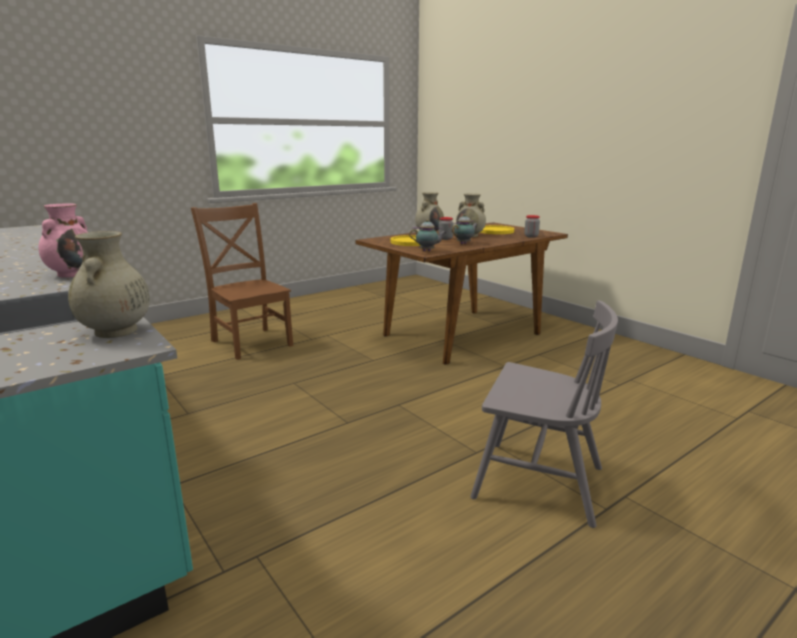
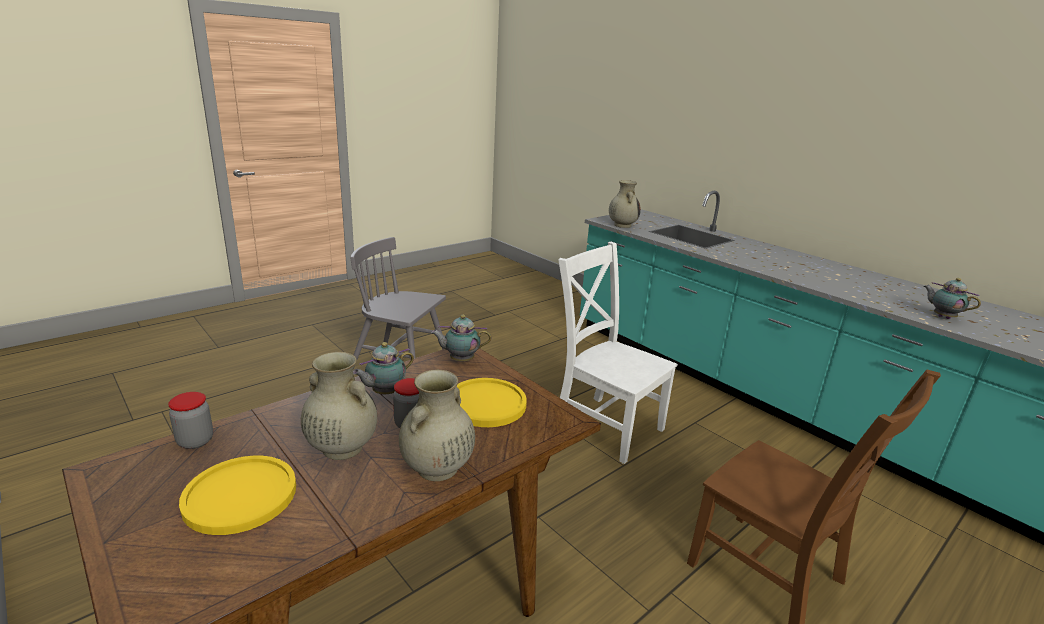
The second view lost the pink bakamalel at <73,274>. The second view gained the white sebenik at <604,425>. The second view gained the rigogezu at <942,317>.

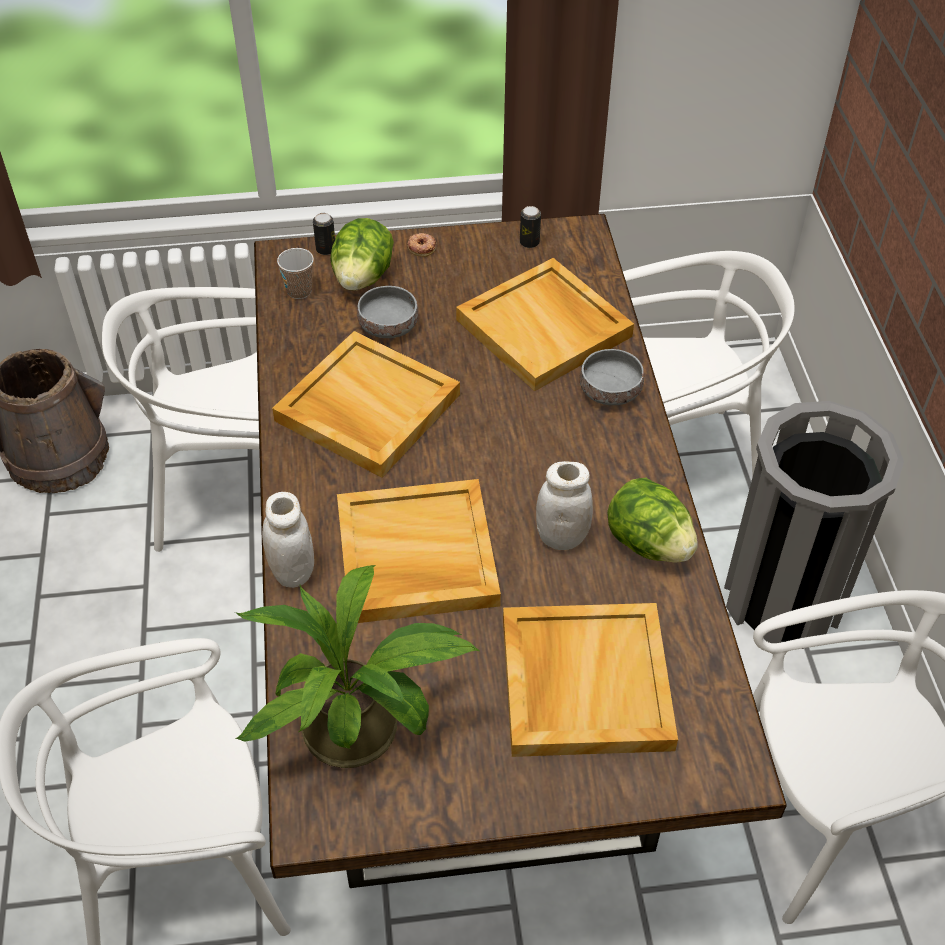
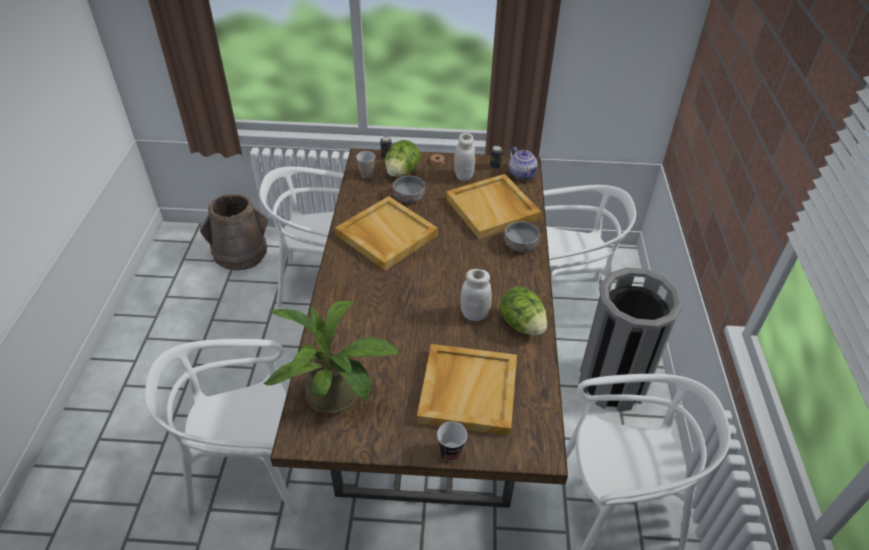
The second view lost the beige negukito at <415,556>. The second view gained the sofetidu at <451,452>. The second view gained the rigogezu at <522,174>. The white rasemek ended up elsewhere, having gone from <293,572> to <463,176>.

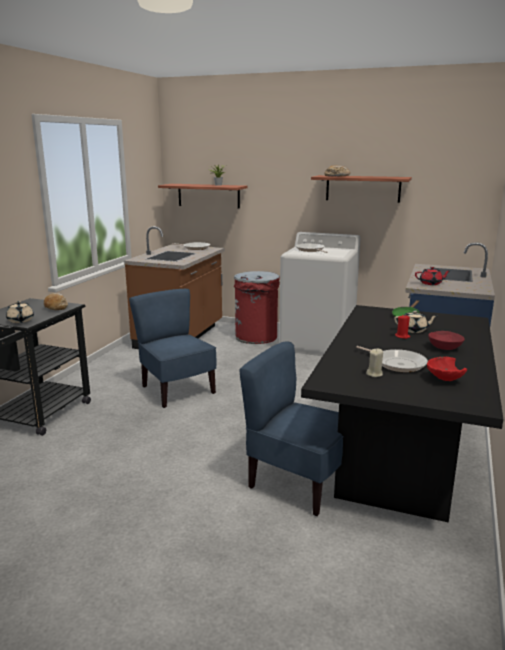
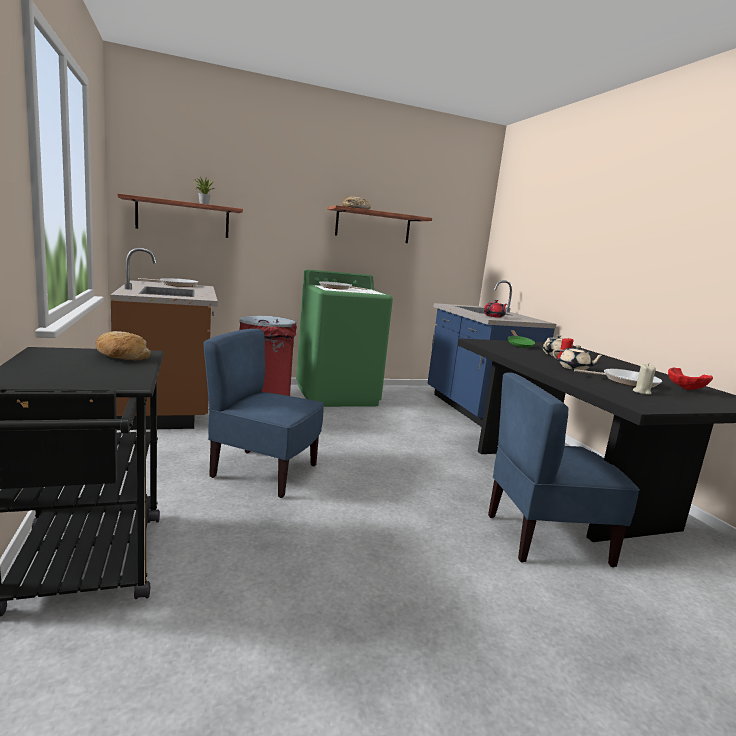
The second view lost the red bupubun at <444,348>. The beige rigogezu ended up elsewhere, having gone from <20,321> to <574,368>. What was the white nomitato at <318,344> turned into the green nomitato at <337,395>.

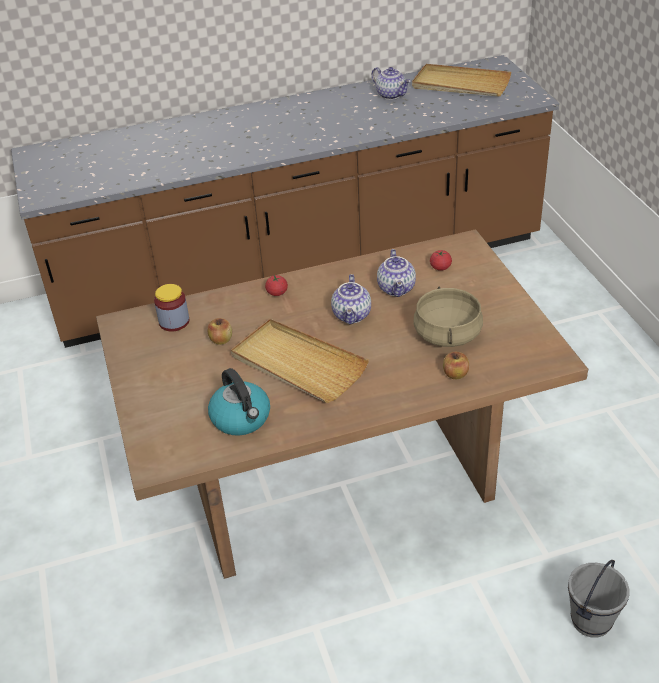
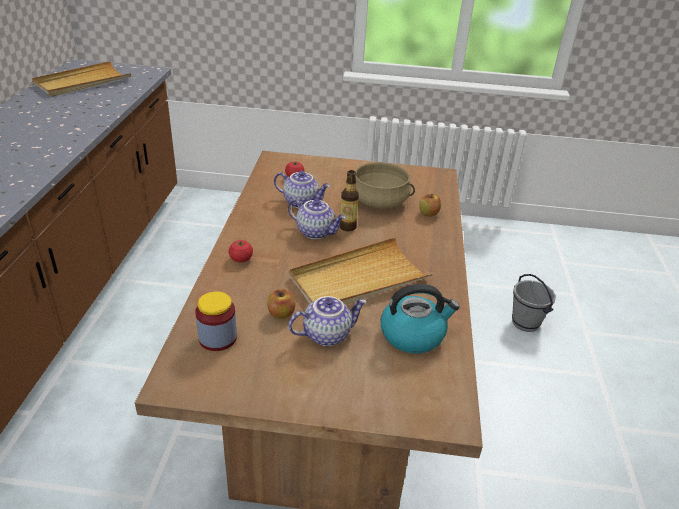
The second view gained the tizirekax at <347,227>. The rigogezu ended up elsewhere, having gone from <391,95> to <326,334>.

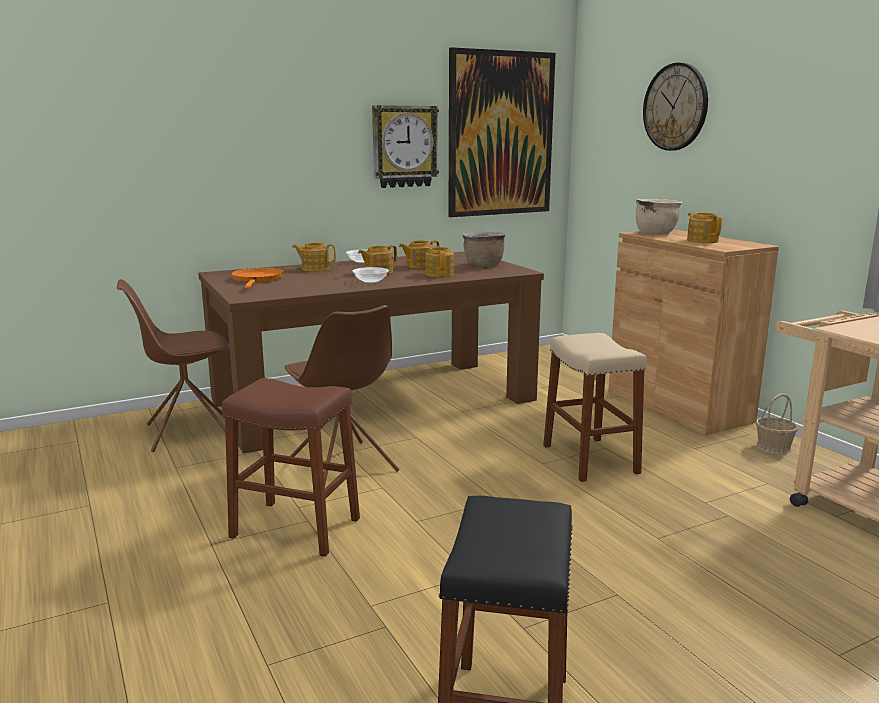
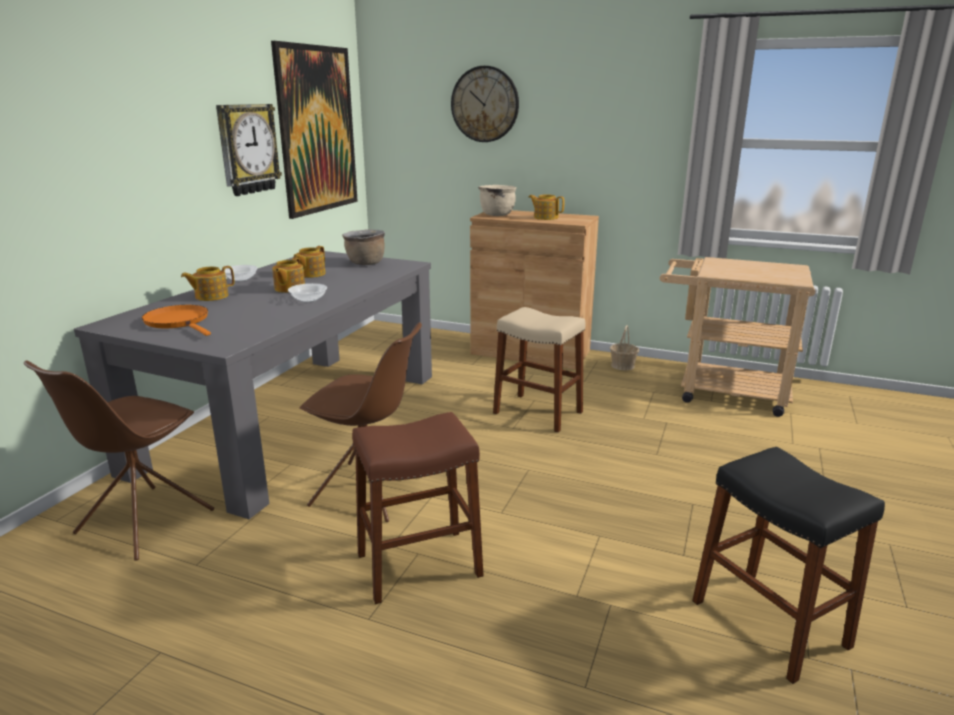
The second view lost the rigogezu at <439,274>. What was the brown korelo at <374,400> turned into the grey korelo at <295,419>.

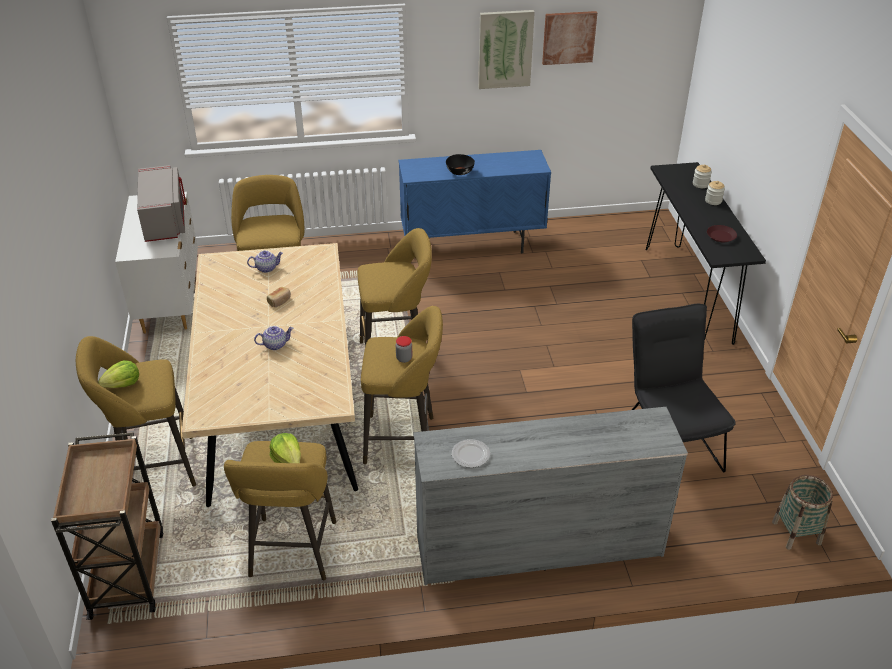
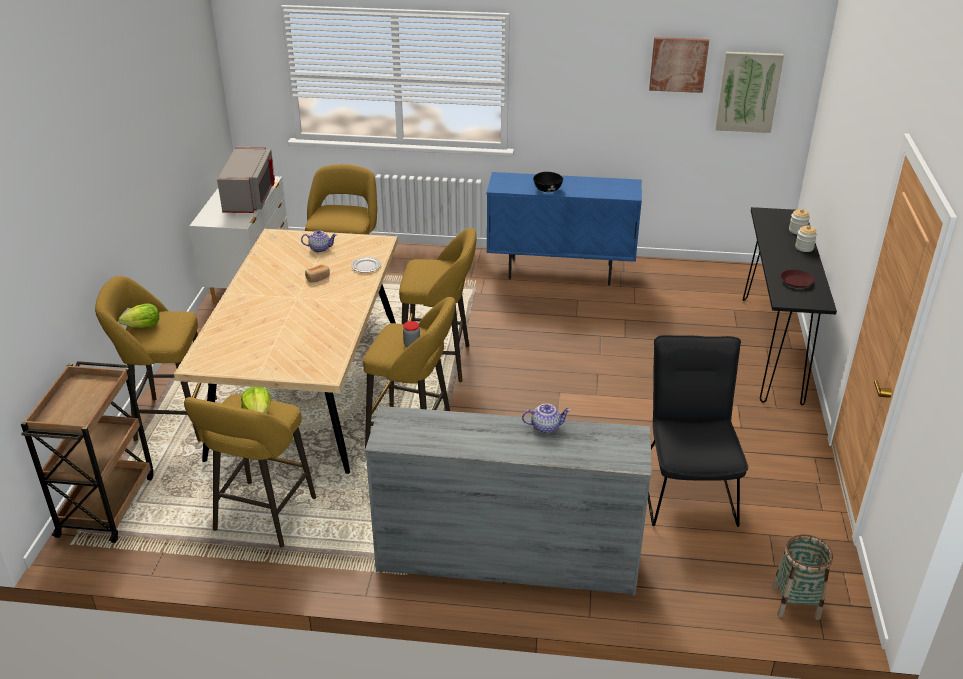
The rigogezu ended up elsewhere, having gone from <275,344> to <545,426>. The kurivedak ended up elsewhere, having gone from <471,455> to <366,266>. The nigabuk ended up elsewhere, having gone from <505,49> to <748,92>.

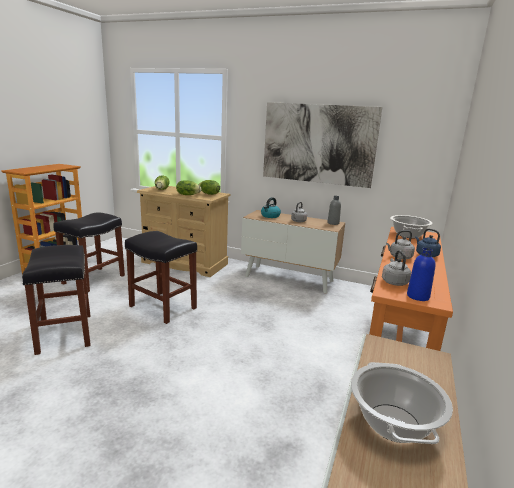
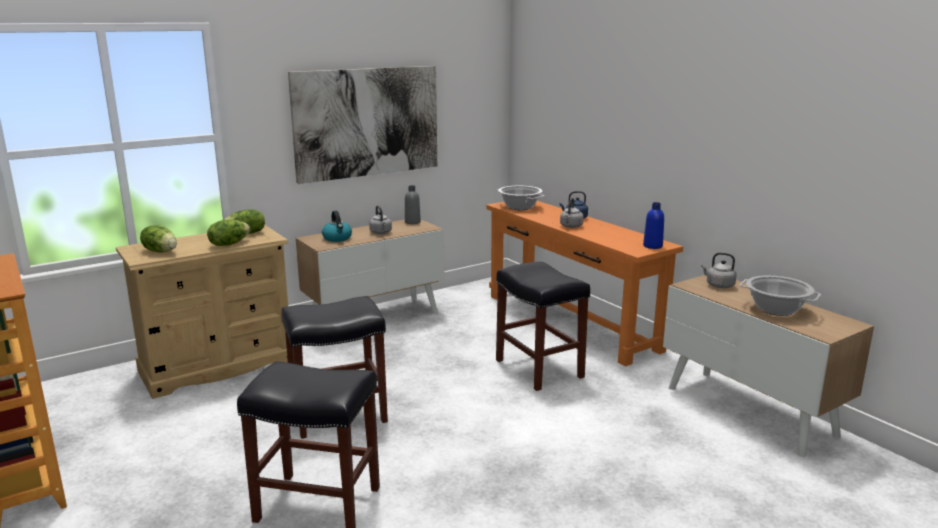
The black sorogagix ended up elsewhere, having gone from <93,280> to <540,369>. The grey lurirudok ended up elsewhere, having gone from <394,282> to <718,285>.

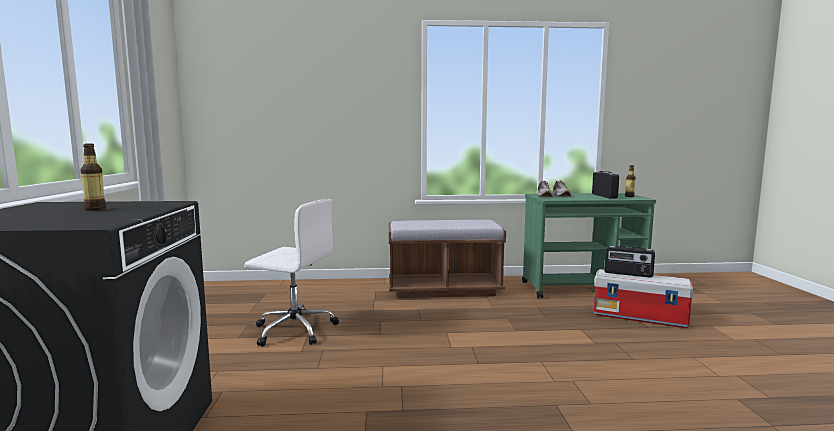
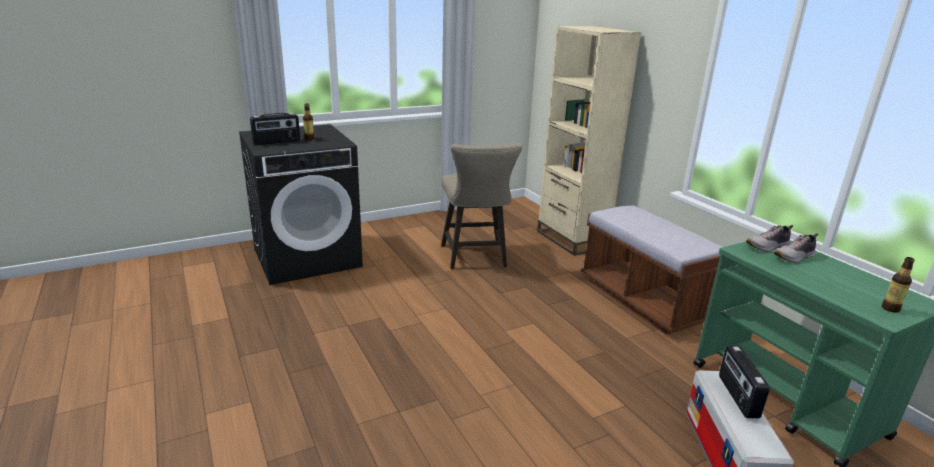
The second view gained the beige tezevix at <572,239>. The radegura ended up elsewhere, having gone from <604,196> to <277,142>. Where the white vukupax stood at <293,330>, the beige sorogagix came to stand at <475,258>.

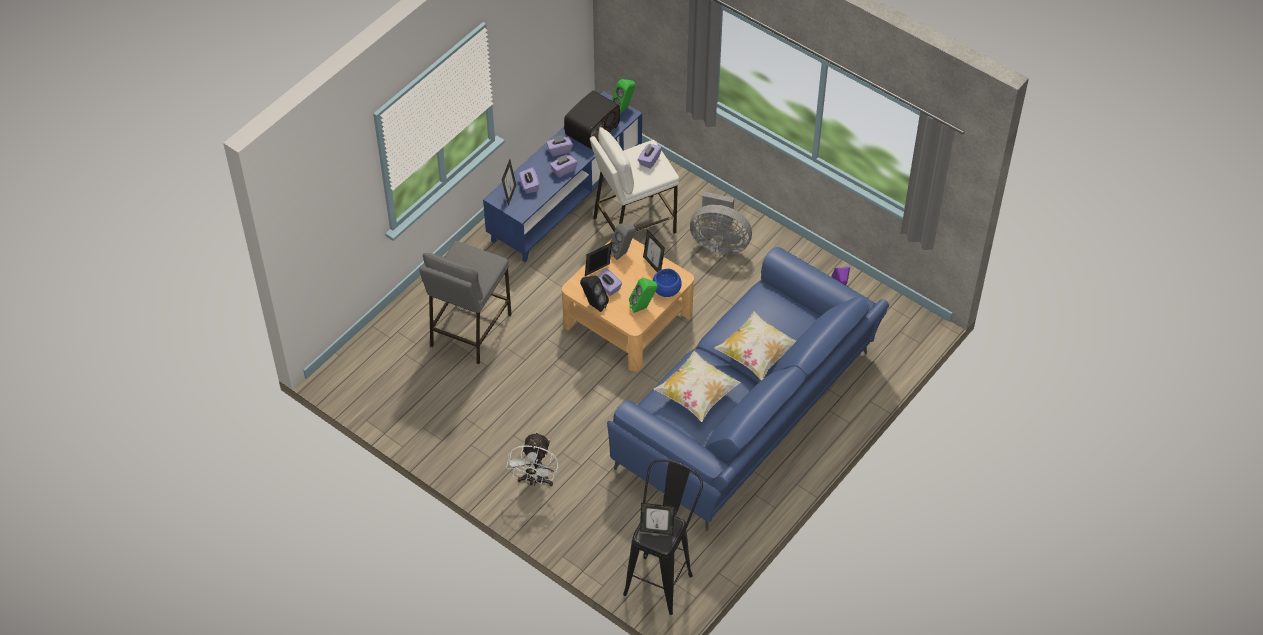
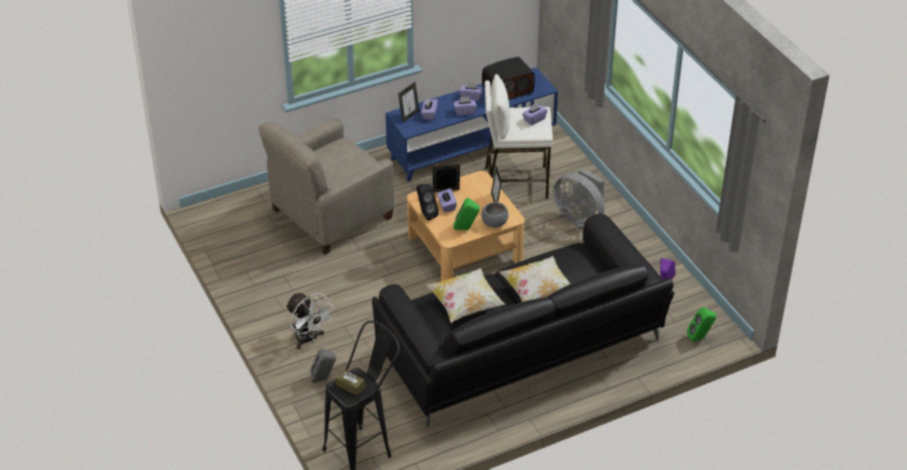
The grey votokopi ended up elsewhere, having gone from <623,252> to <324,379>. The green votokopi ended up elsewhere, having gone from <624,108> to <700,338>. Where the grey sorogagix stood at <469,330>, the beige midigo came to stand at <330,215>. Where the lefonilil stood at <657,531>, the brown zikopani came to stand at <350,386>. What was the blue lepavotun at <747,413> turned into the black lepavotun at <521,350>. What was the blue bupubun at <666,290> turned into the grey bupubun at <494,223>. The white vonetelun at <535,480> ended up facing another way, 75 degrees counterclockwise from before.

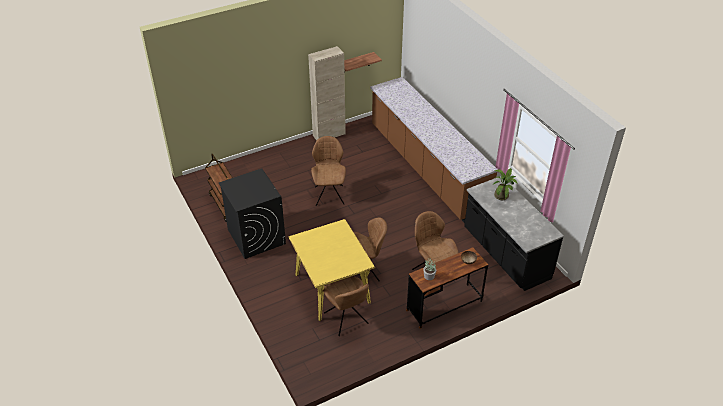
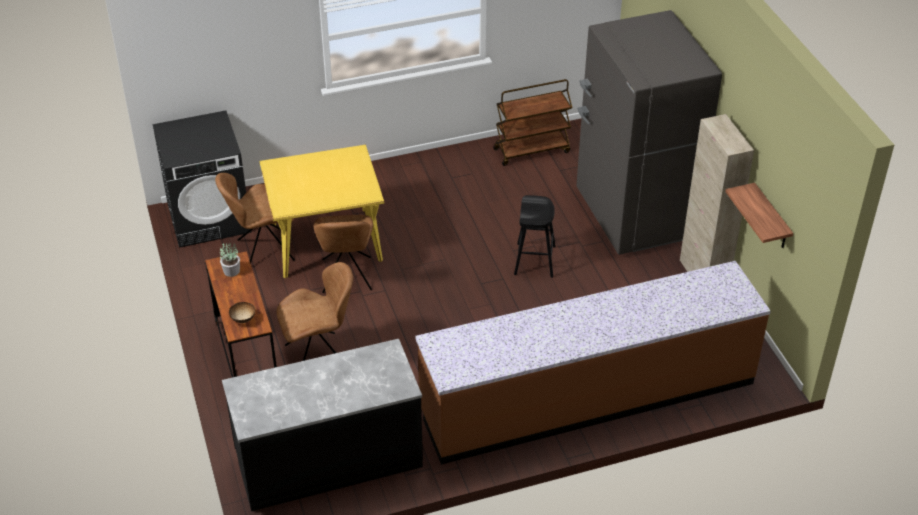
The second view lost the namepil at <502,195>. The second view gained the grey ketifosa at <634,215>. The black nomitato ended up elsewhere, having gone from <256,236> to <209,218>. Where the brown sebenik stood at <329,194>, the black sorogagix came to stand at <535,260>.

